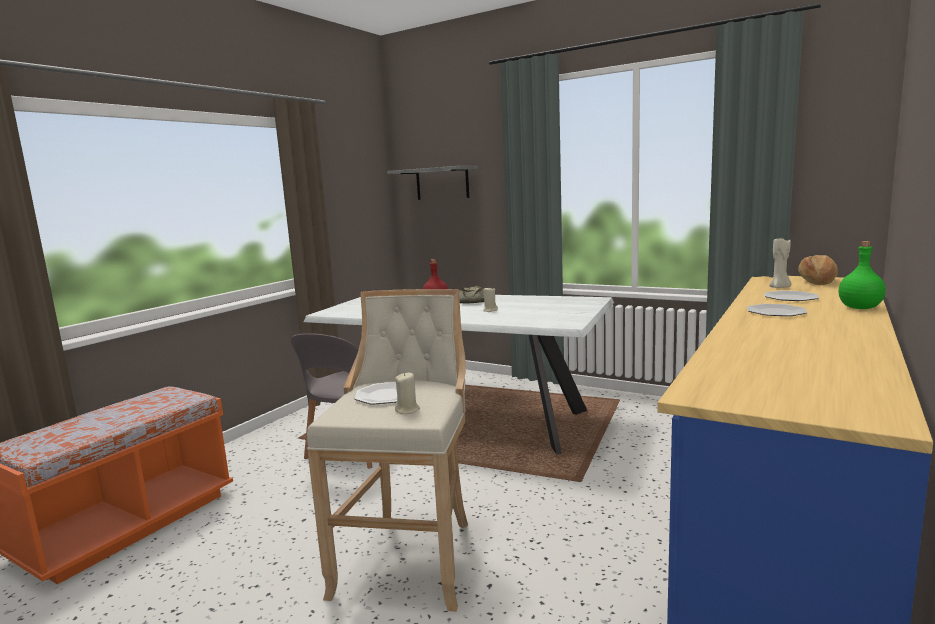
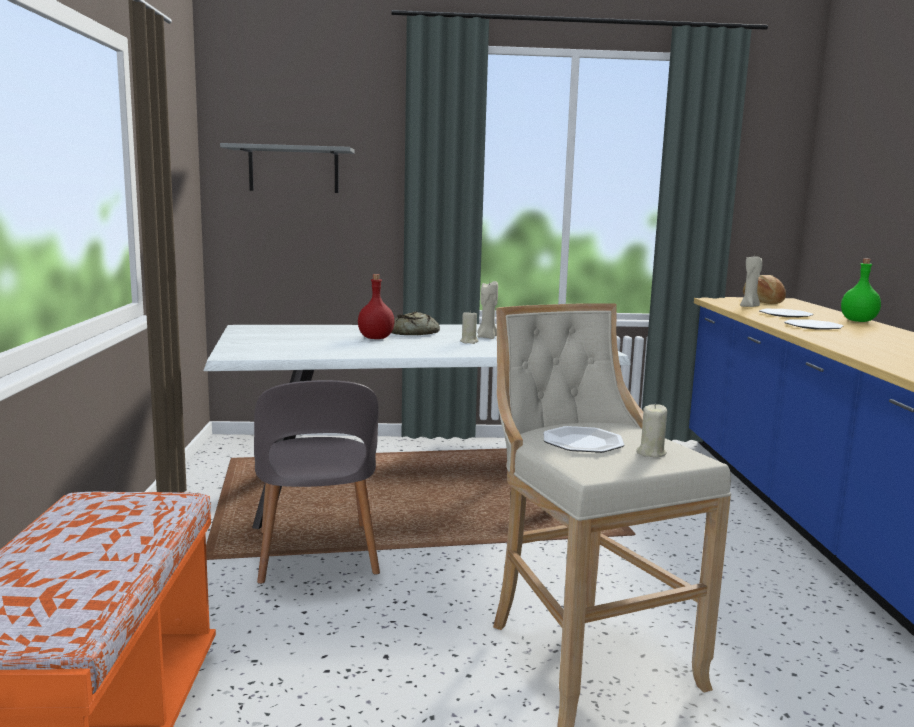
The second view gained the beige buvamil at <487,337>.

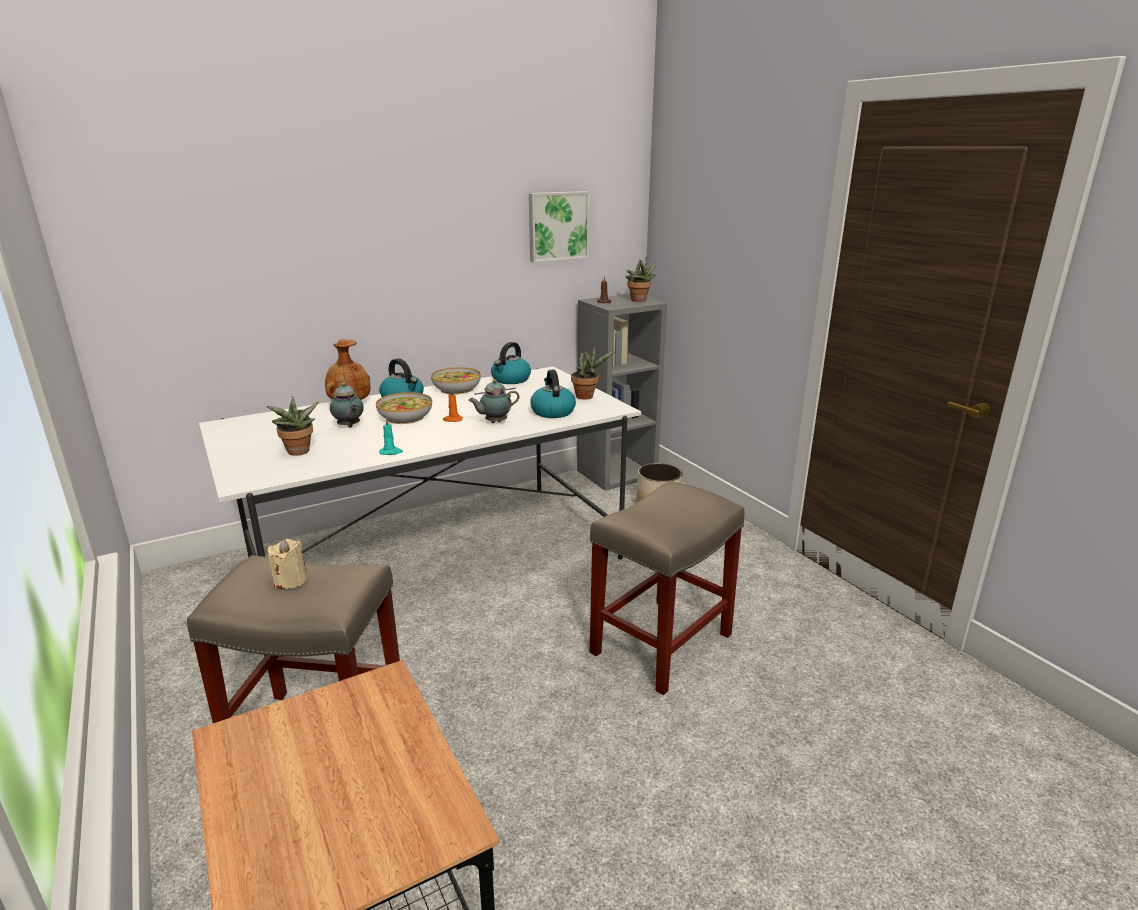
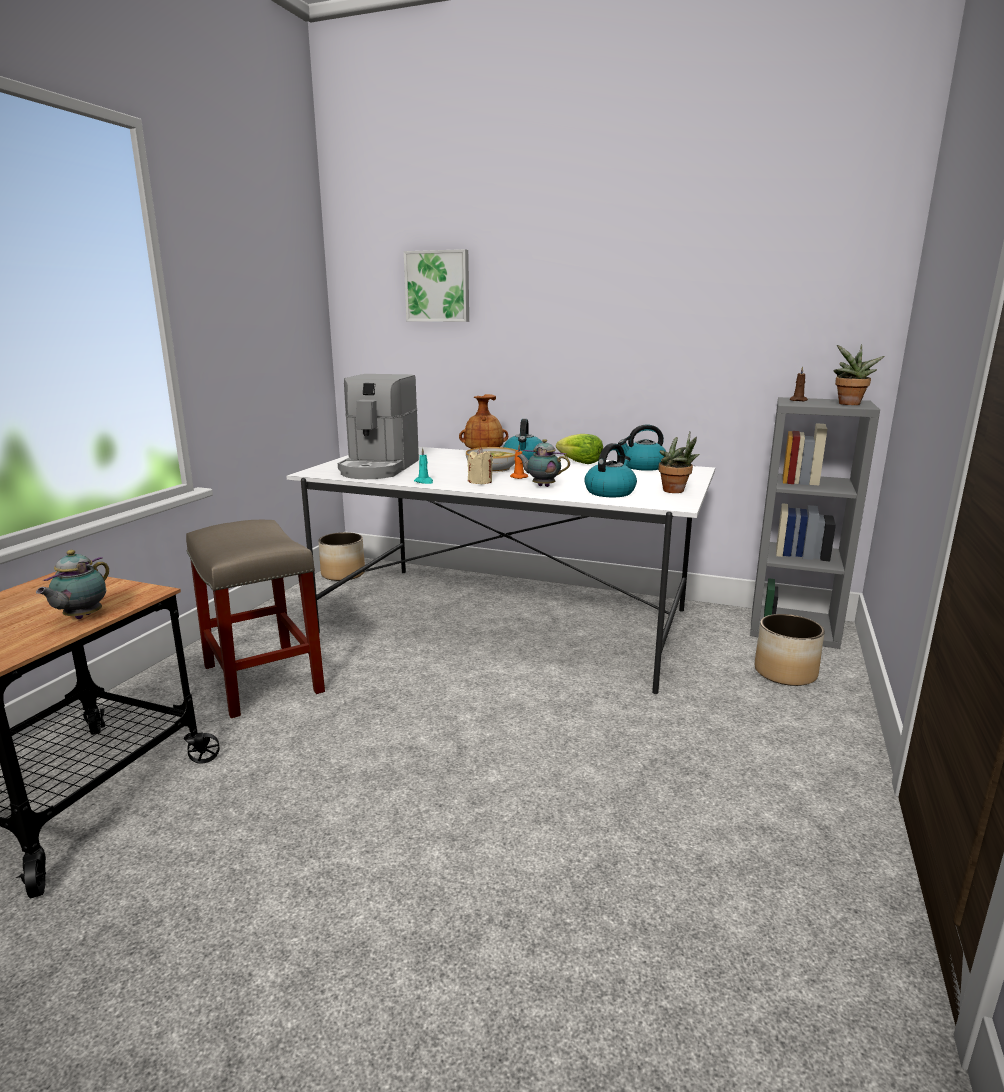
The second view lost the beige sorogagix at <660,645>. The second view gained the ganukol at <343,574>. The beige buvamil ended up elsewhere, having gone from <290,580> to <480,482>. The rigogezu ended up elsewhere, having gone from <349,426> to <81,617>. The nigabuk ended up elsewhere, having gone from <558,226> to <438,286>. Where the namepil stood at <298,453>, the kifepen came to stand at <379,468>. Where the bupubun stood at <457,389>, the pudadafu came to stand at <580,462>.

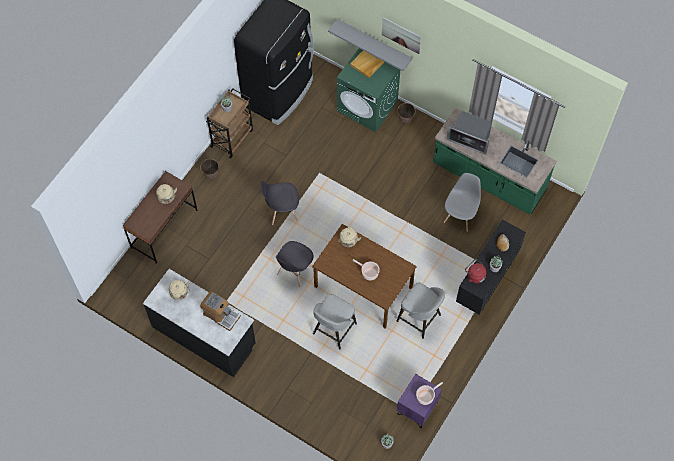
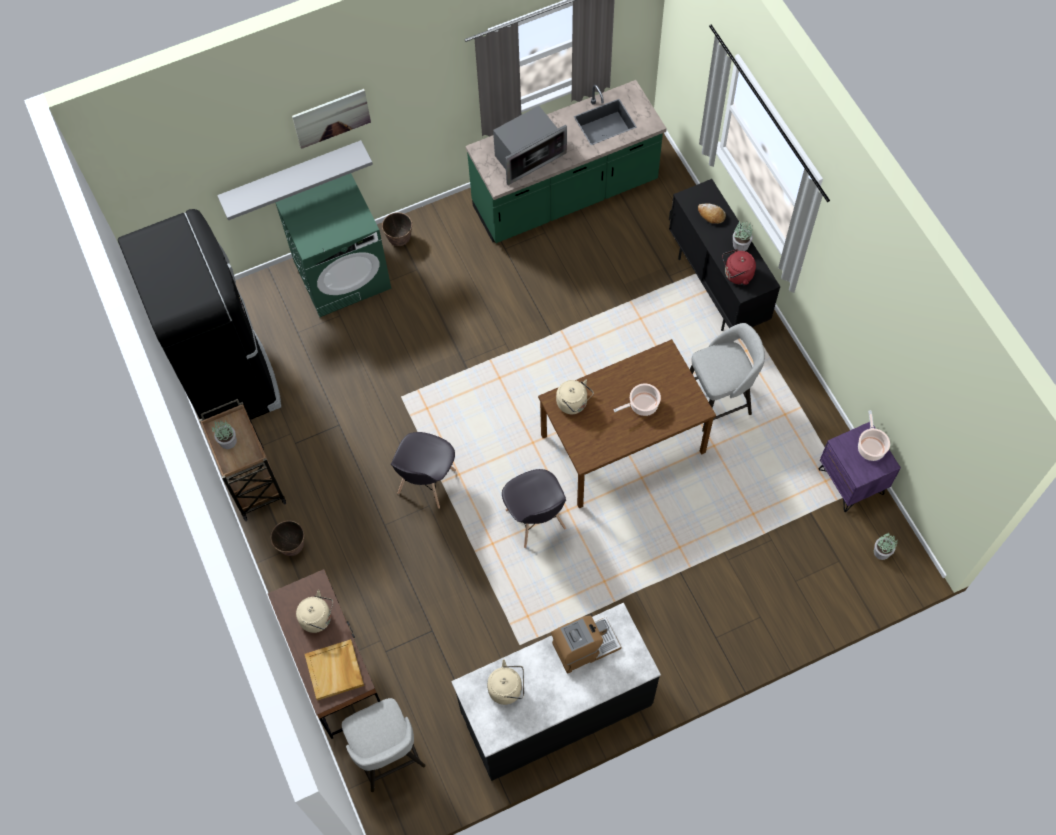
The second view lost the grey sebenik at <460,216>. The grey sorogagix ended up elsewhere, having gone from <333,330> to <388,755>. The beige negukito ended up elsewhere, having gone from <367,64> to <335,671>.

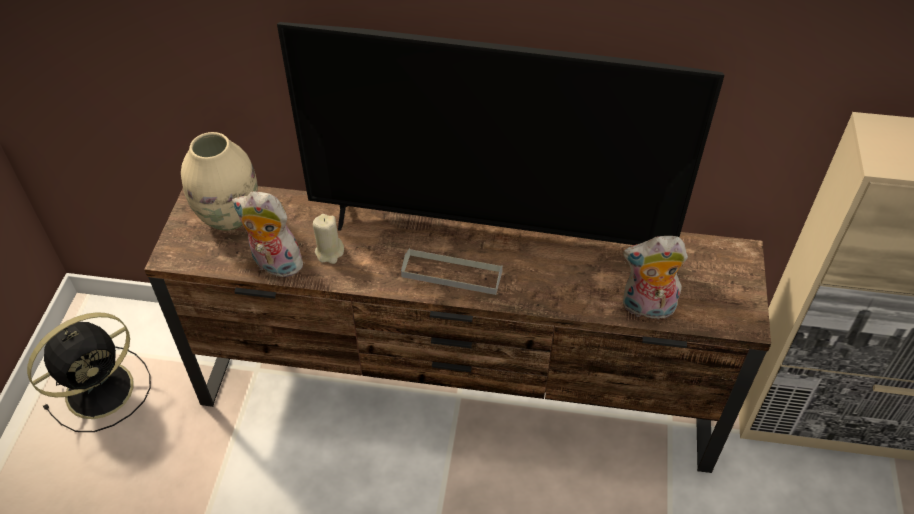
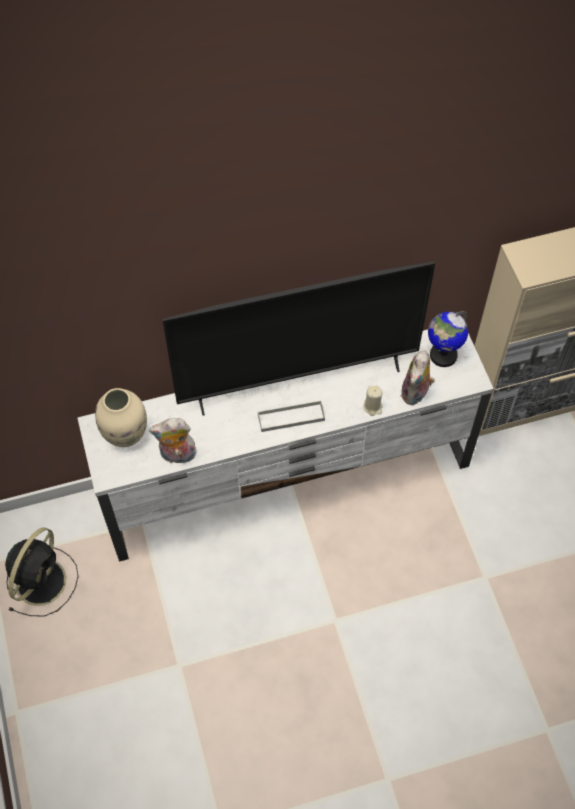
The second view gained the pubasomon at <442,355>. The beige buvamil ended up elsewhere, having gone from <329,252> to <373,407>. What was the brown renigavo at <459,392> turned into the white renigavo at <288,479>. The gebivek at <647,308> ended up facing another way, 45 degrees counterclockwise from before.

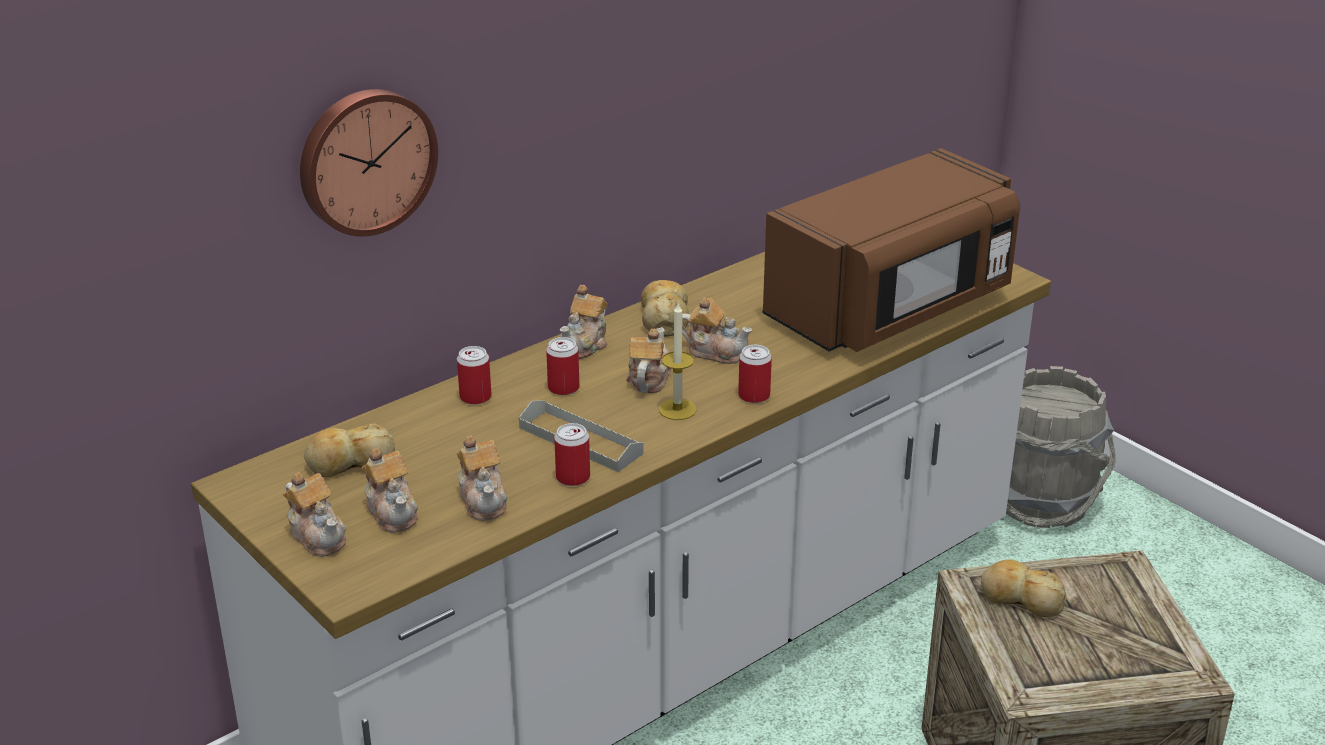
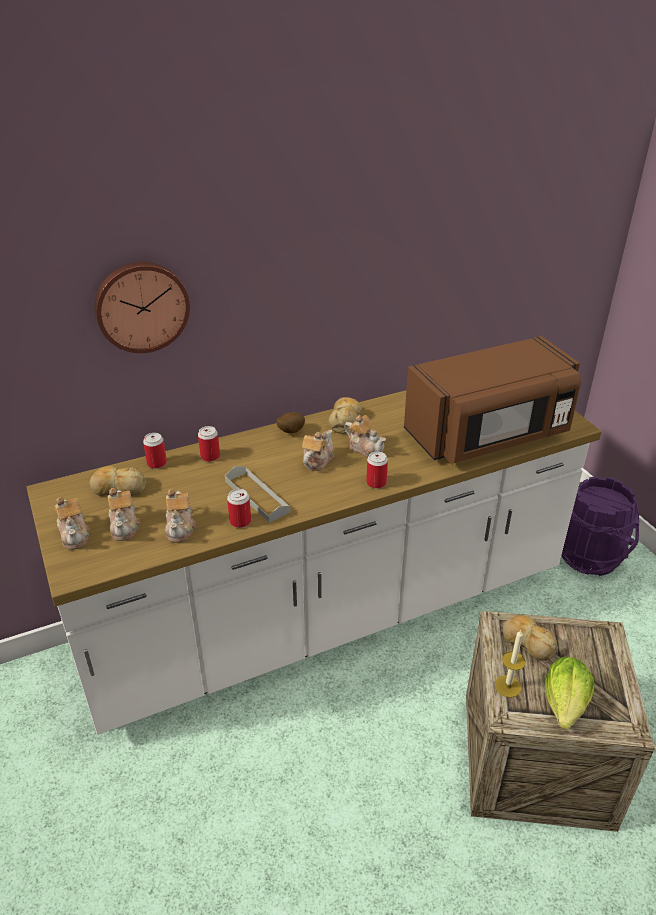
The second view gained the pudadafu at <565,704>. The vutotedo ended up elsewhere, having gone from <563,388> to <157,463>. The buvamil ended up elsewhere, having gone from <677,409> to <508,686>. Where the rigogezu stood at <585,345>, the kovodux came to stand at <290,432>. What was the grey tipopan at <1041,501> turned into the purple tipopan at <588,556>.

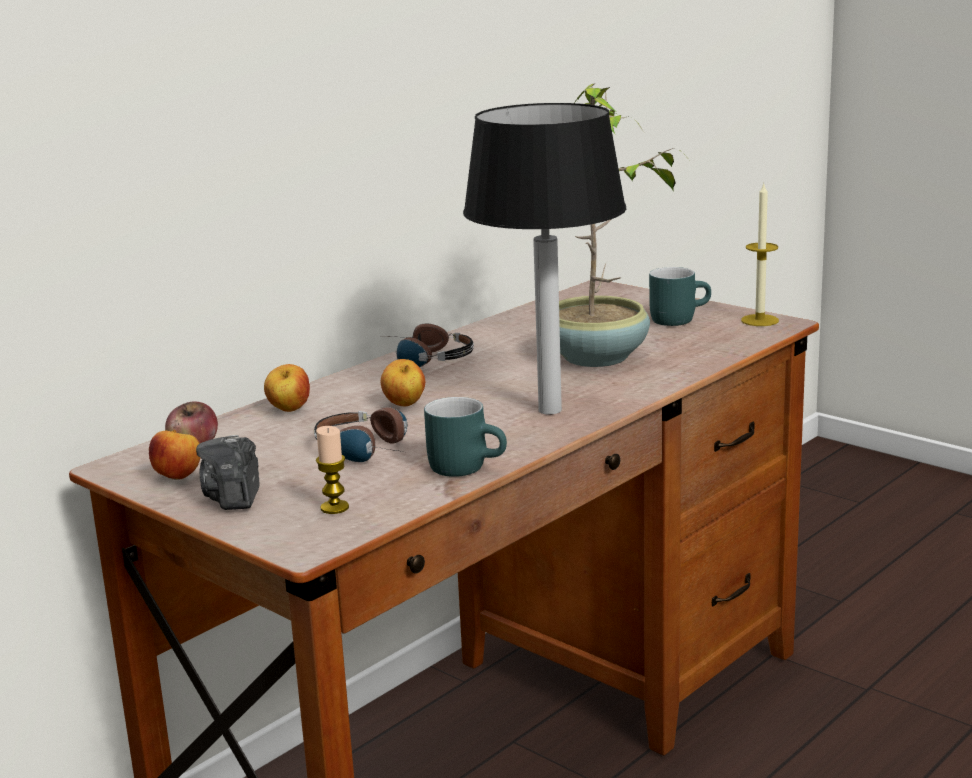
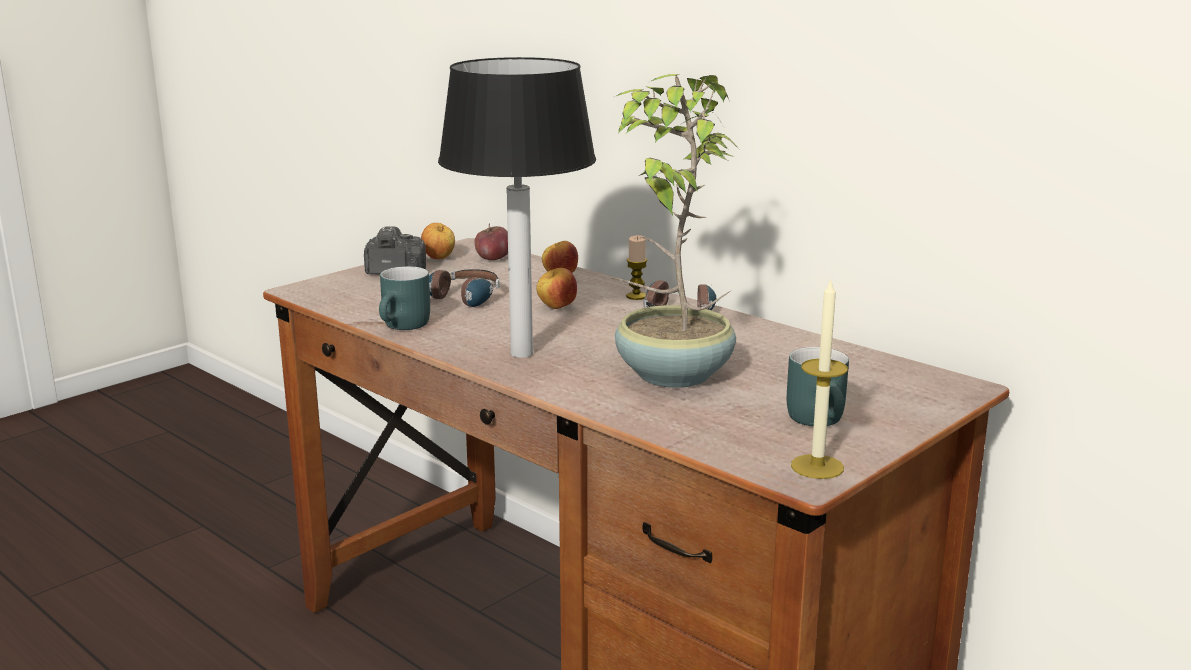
The buvamil ended up elsewhere, having gone from <334,508> to <636,296>.

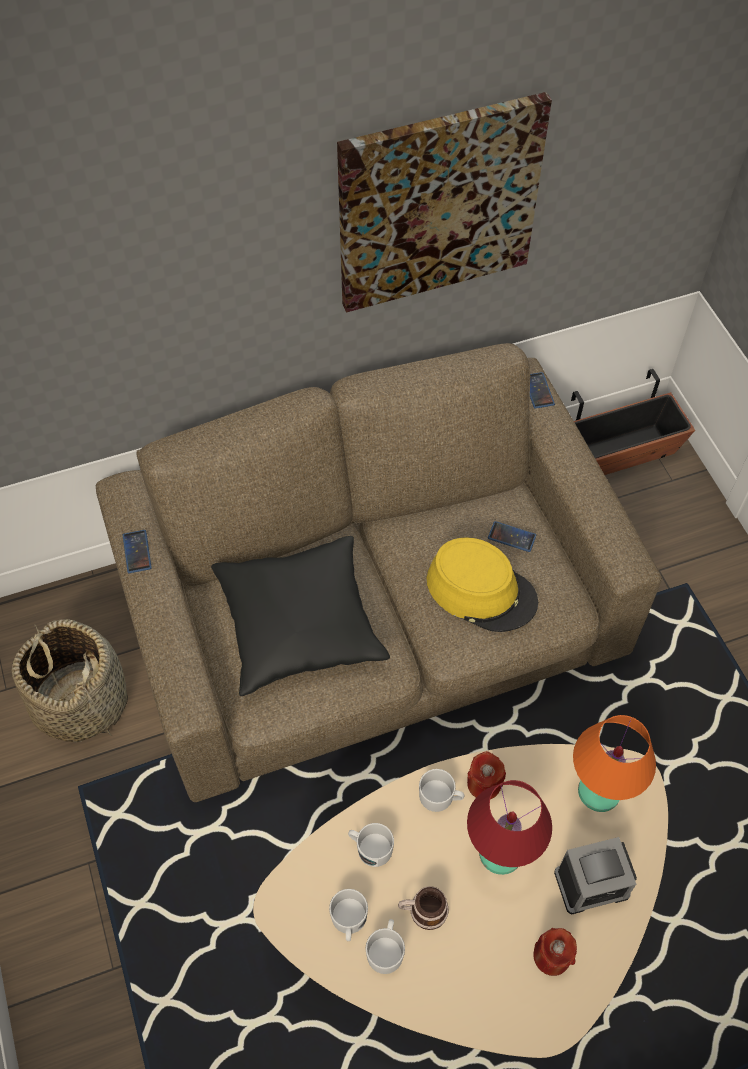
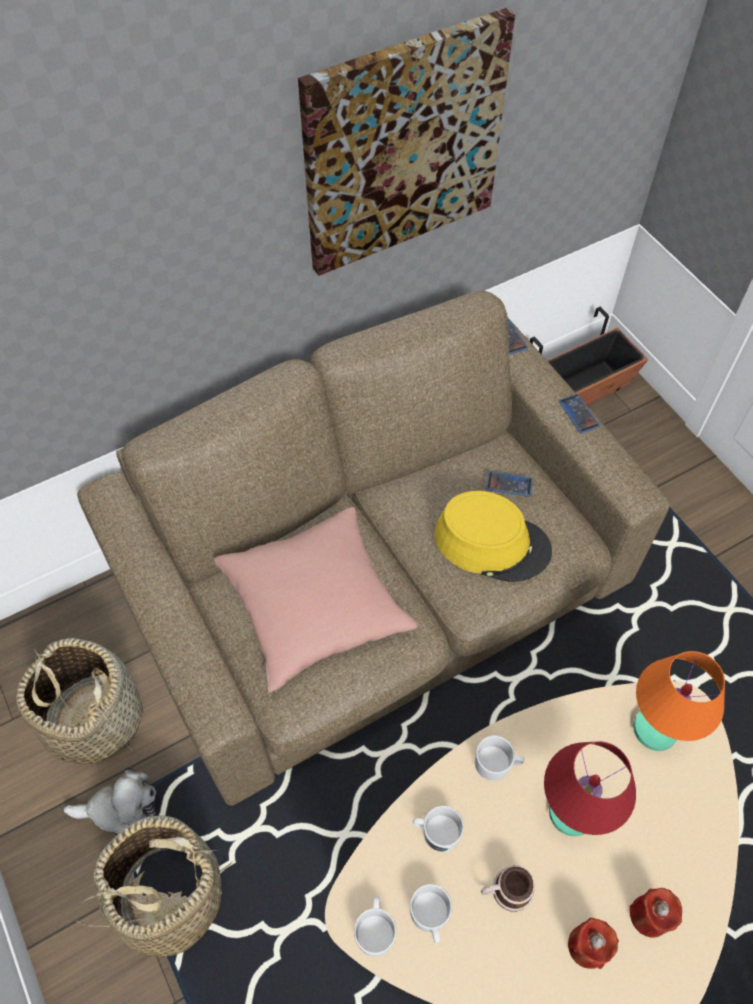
The second view lost the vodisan at <591,884>. The second view gained the gebivek at <122,808>. The second view gained the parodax at <169,896>. The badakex ended up elsewhere, having gone from <137,552> to <578,414>. The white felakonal ended up elsewhere, having gone from <386,949> to <375,929>. The red buvamil ended up elsewhere, having gone from <484,783> to <587,946>. What was the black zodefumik at <299,624> turned into the pink zodefumik at <315,605>.

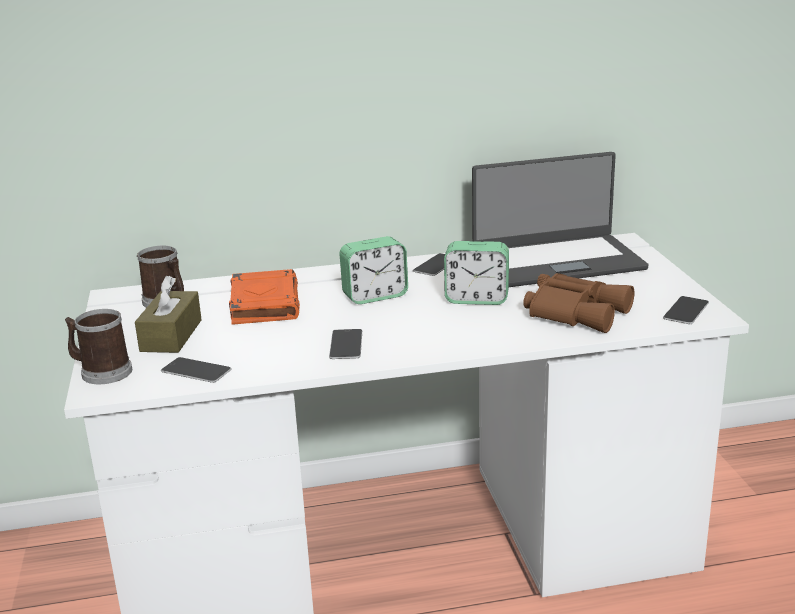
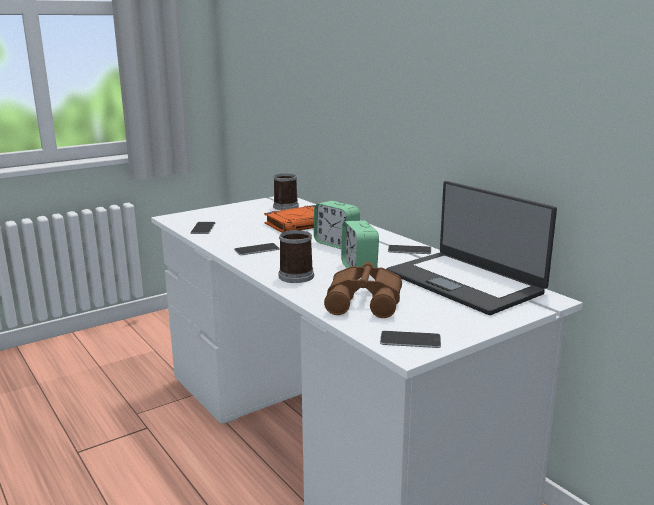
The second view lost the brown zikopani at <171,335>. The felakonal ended up elsewhere, having gone from <101,372> to <295,274>.

